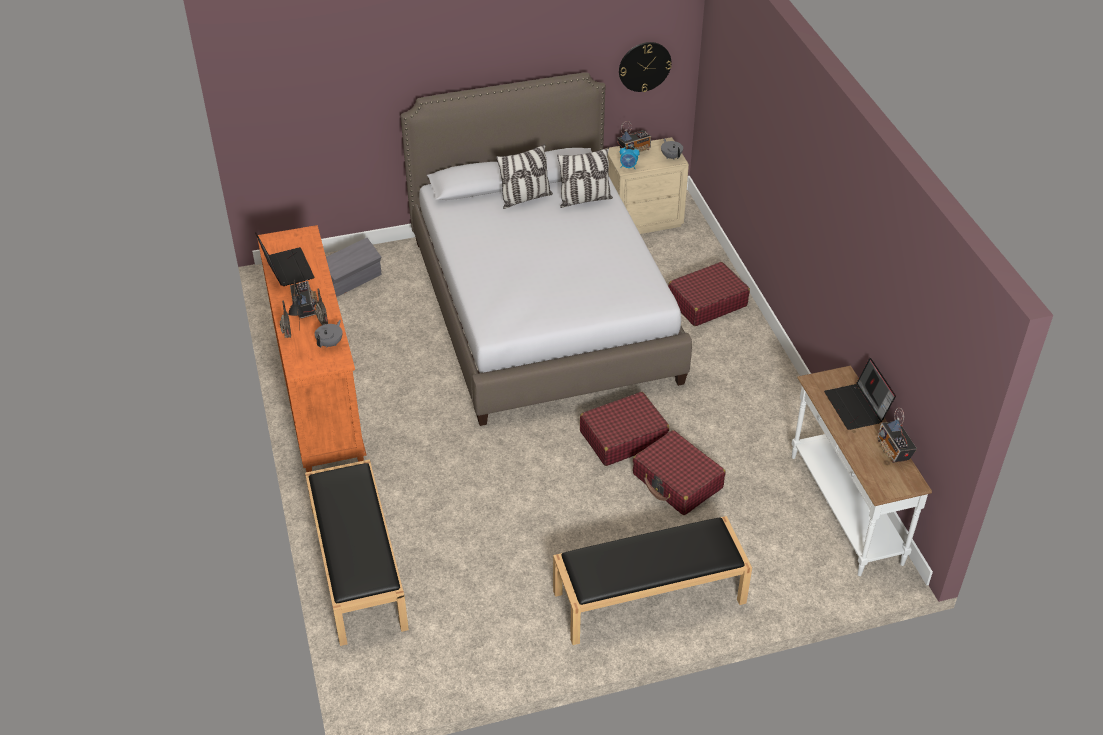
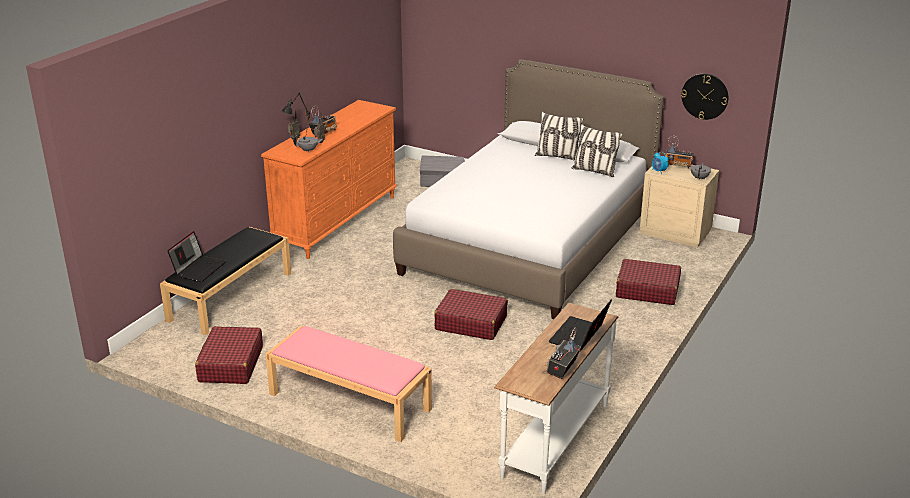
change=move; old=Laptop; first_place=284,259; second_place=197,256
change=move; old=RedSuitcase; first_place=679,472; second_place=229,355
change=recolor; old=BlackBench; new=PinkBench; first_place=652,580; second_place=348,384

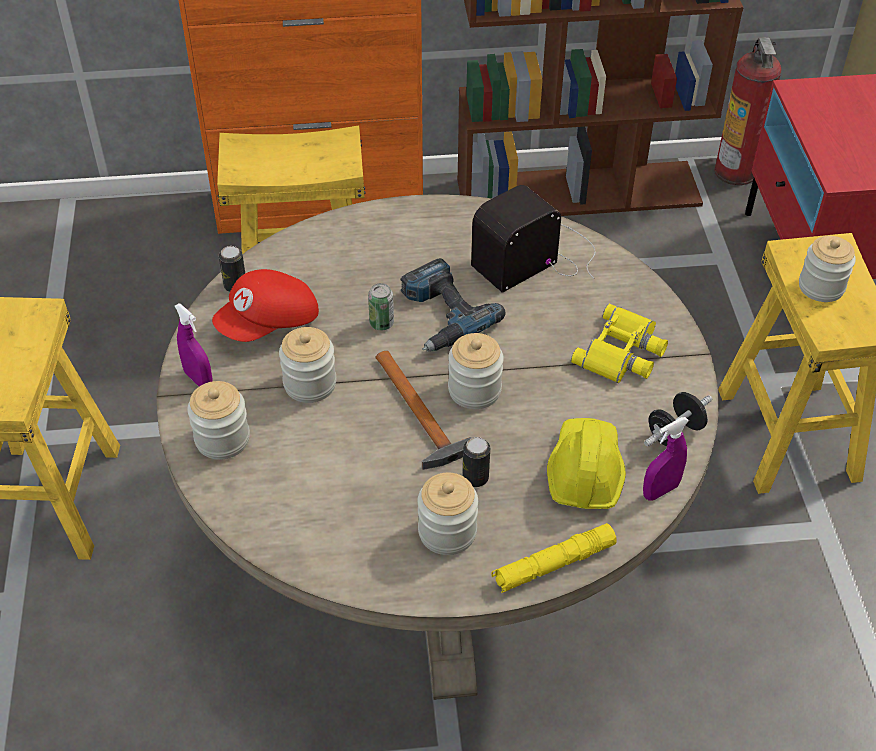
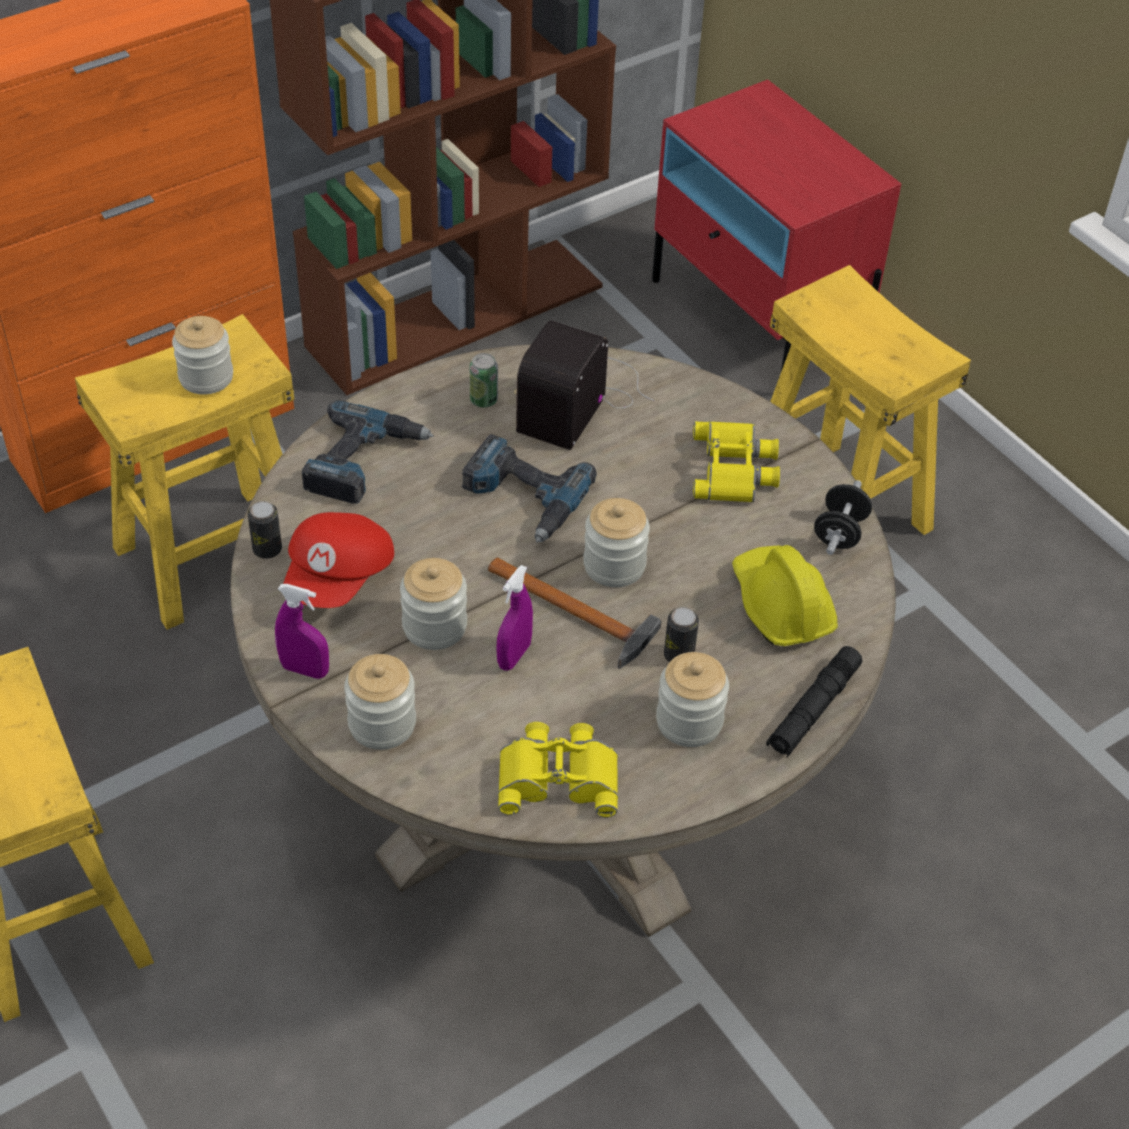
change=delete; old=FireExtinguisher; first_place=748,111
change=insert; new=PowerDrill; second_place=368,452
change=insert; new=YellowBinoculars; second_place=558,769
change=move; old=Can; first_place=381,306; second_place=484,380
change=move; old=PurpleSprayBottle; first_place=666,459; second_place=515,618
change=move; old=Jar; first_place=827,269; second_place=202,355
change=recolor; old=YellowFlashlight; new=BlackFlashlight; first_place=554,558; second_place=814,701

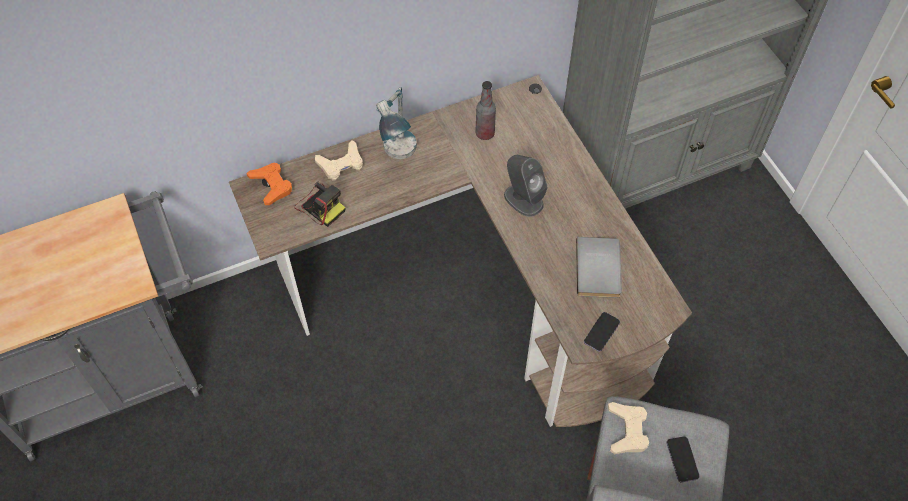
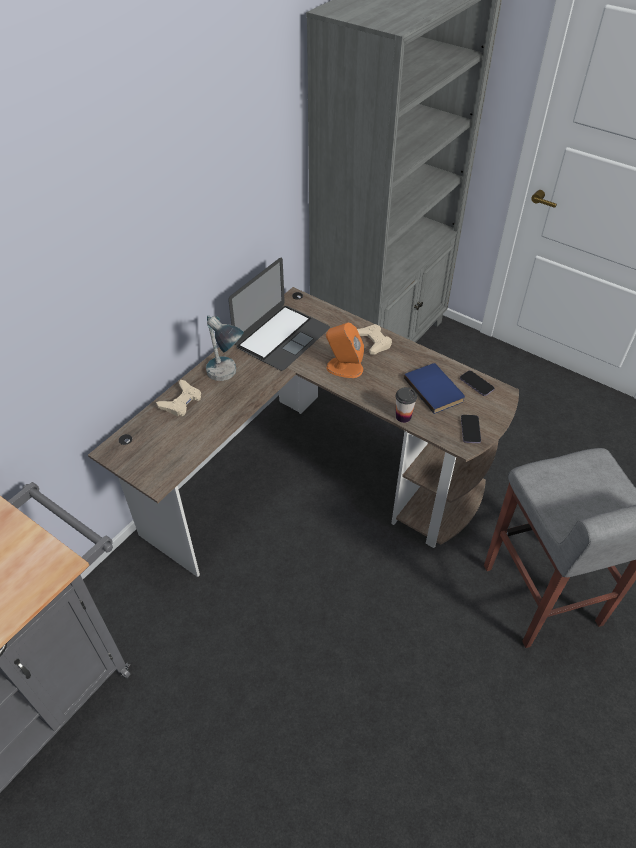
change=delete; old=OrangeGameController; first_place=269,183
change=delete; old=PhotoCamera; first_place=319,204
change=insert; new=Cup; second_place=406,405
change=move; old=BeigeGameController; first_place=628,428; second_place=374,339
change=move; old=Phone; first_place=683,459; second_place=477,383
change=replace; old=Bottle; new=Laptop; first_place=485,110; second_place=279,314
change=recolor; old=GreySpeaker; new=OrangeSpeaker; first_place=525,186; second_place=345,350
change=recolor; old=GreyBook; new=BlueBook; first_place=599,267; second_place=434,388

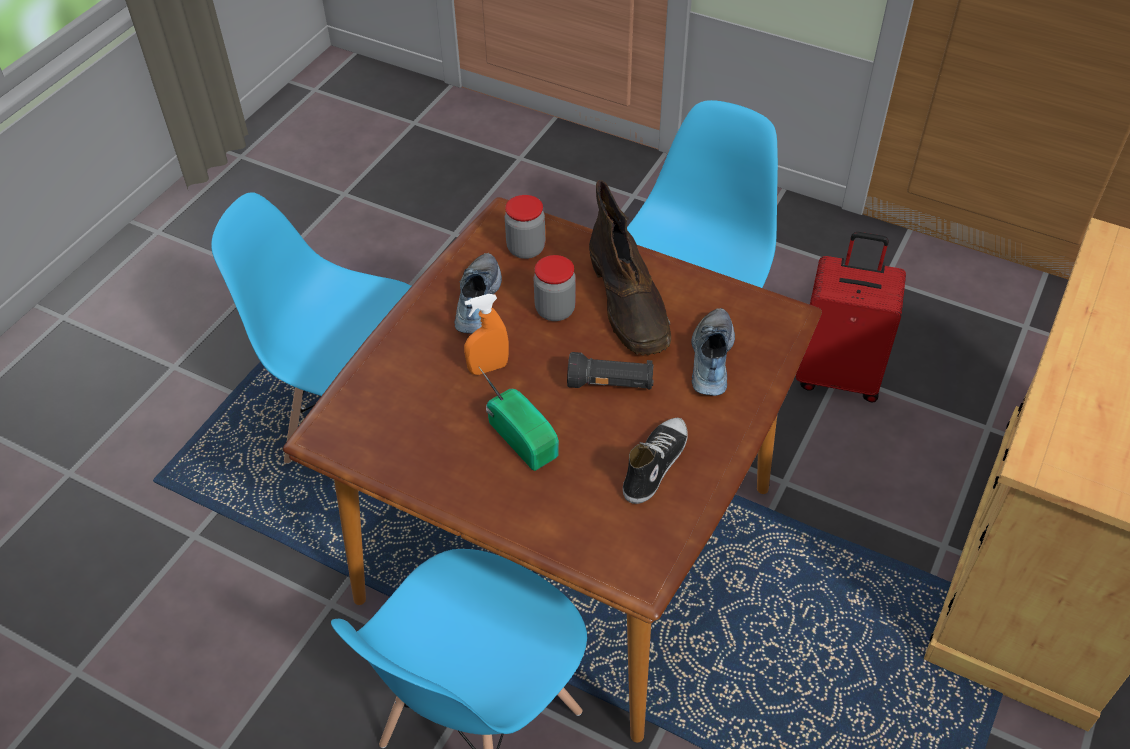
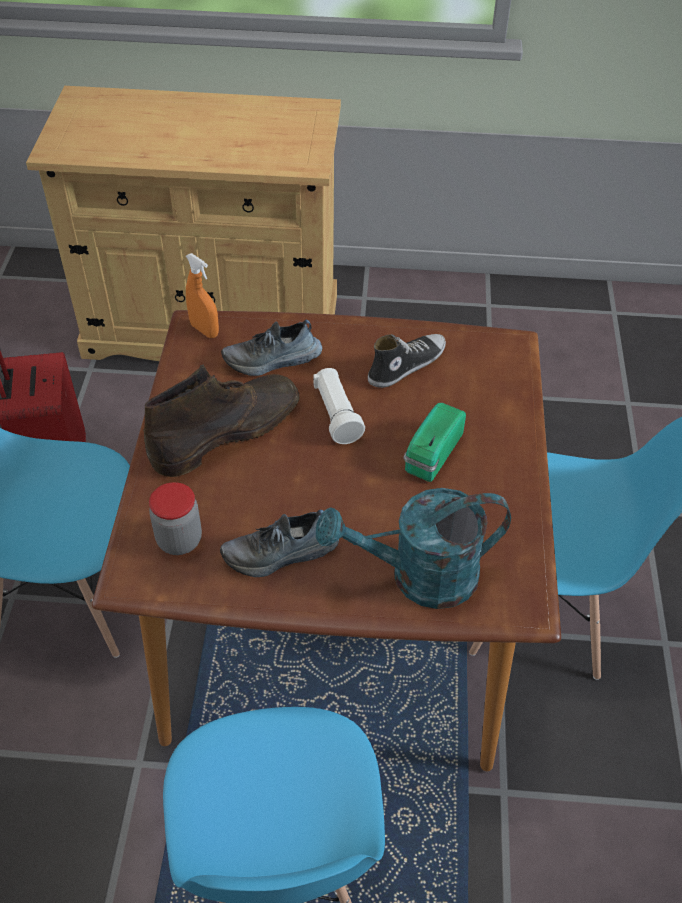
change=delete; old=Jar; first_place=555,288
change=insert; new=TurquoiseWateringCan; second_place=413,548
change=move; old=OrangeSprayBottle; first_place=486,334; second_place=202,295
change=recolor; old=BlackFlashlight; new=WhiteFlashlight; first_place=610,370; second_place=339,406
change=rotate; old=Shoe; first_place=655,461; second_place=407,361; degrees=135

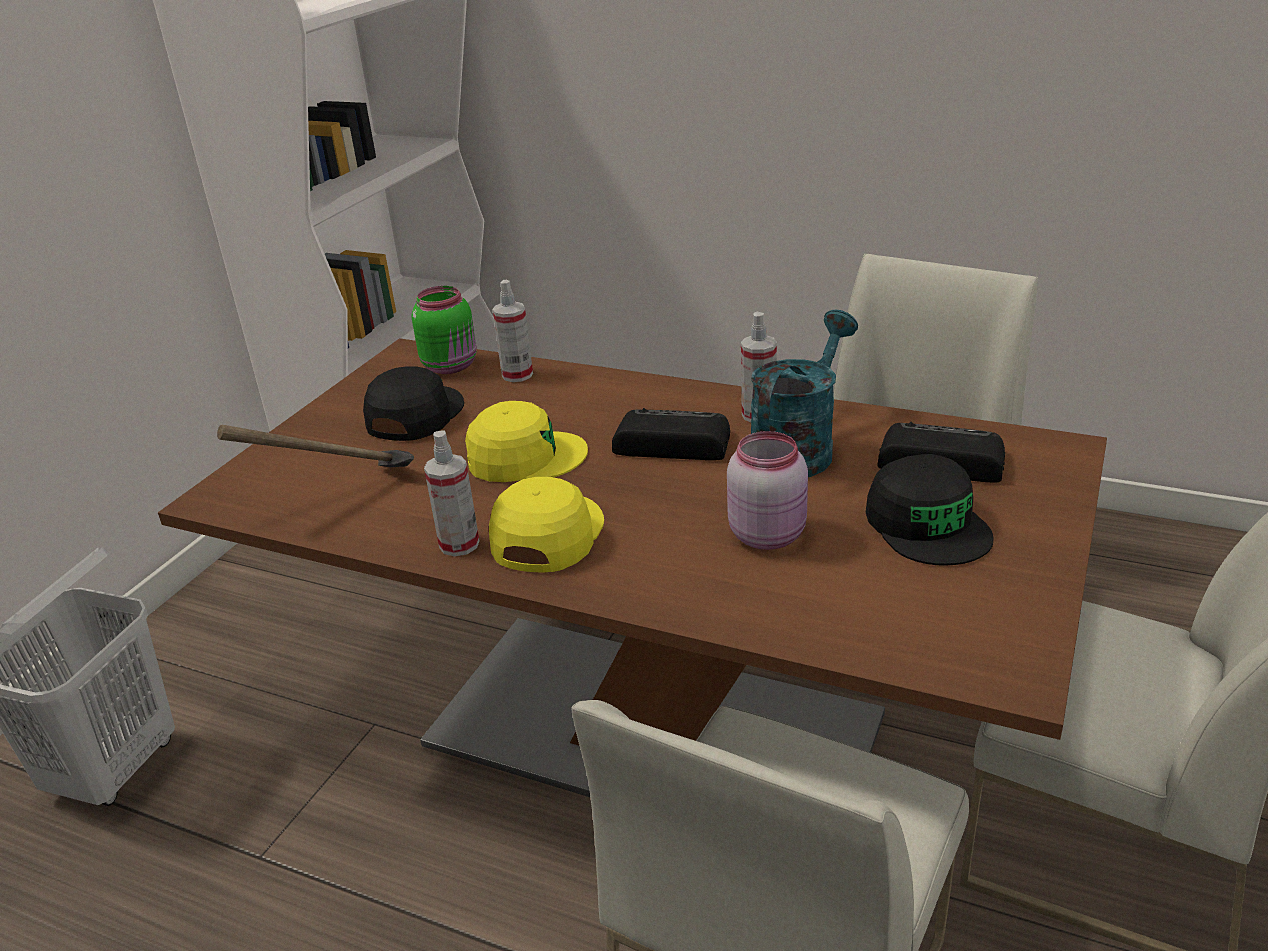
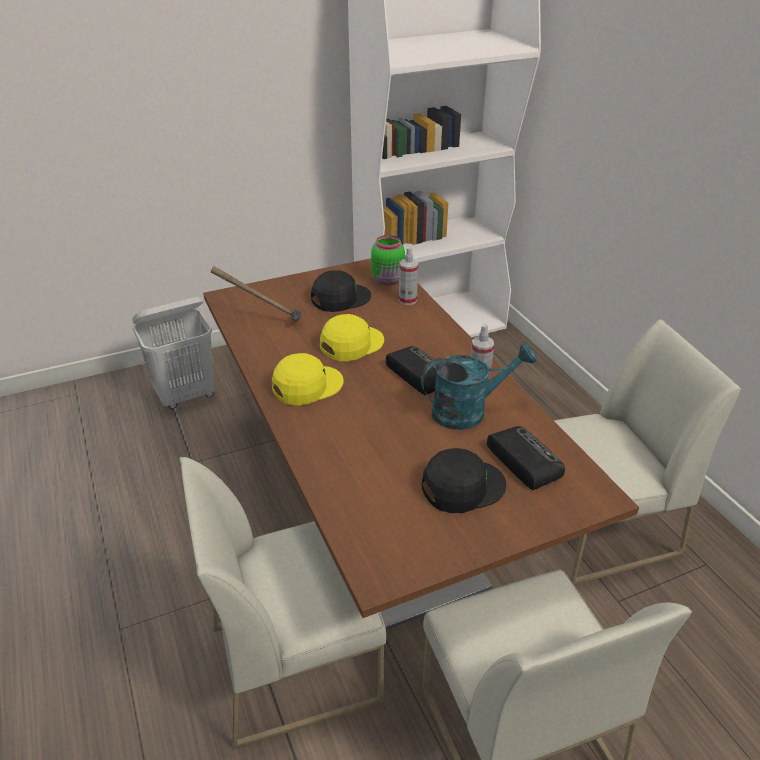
change=delete; old=SprayBottle; first_place=451,494
change=delete; old=PinkJar; first_place=767,490
change=rotate; old=YellowCap; first_place=526,441; second_place=352,337; degrees=-75
change=rotate; old=BlackCap; first_place=930,510; second_place=464,480; degrees=-135

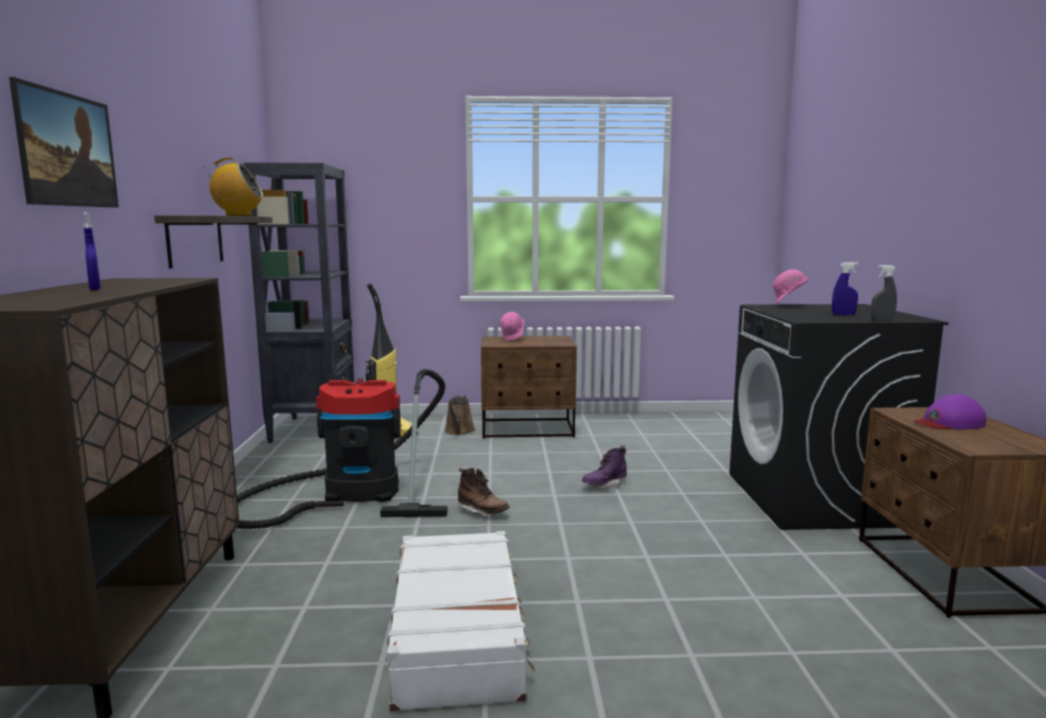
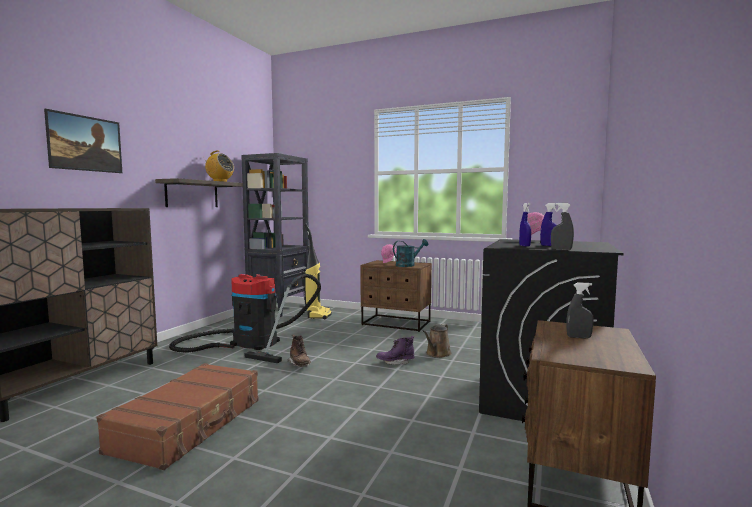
change=insert; new=TurquoiseWateringCan; second_place=410,253
change=move; old=BlueSprayBottle; first_place=92,250; second_place=525,225
change=move; old=BrownWateringCan; first_place=460,415; second_place=437,341
change=replace; old=PurpleCap; new=GreySprayBottle; first_place=950,412; second_place=580,310
change=recolor; old=WhiteSuitcase; new=BrownSuitcase; first_place=461,621; second_place=177,416

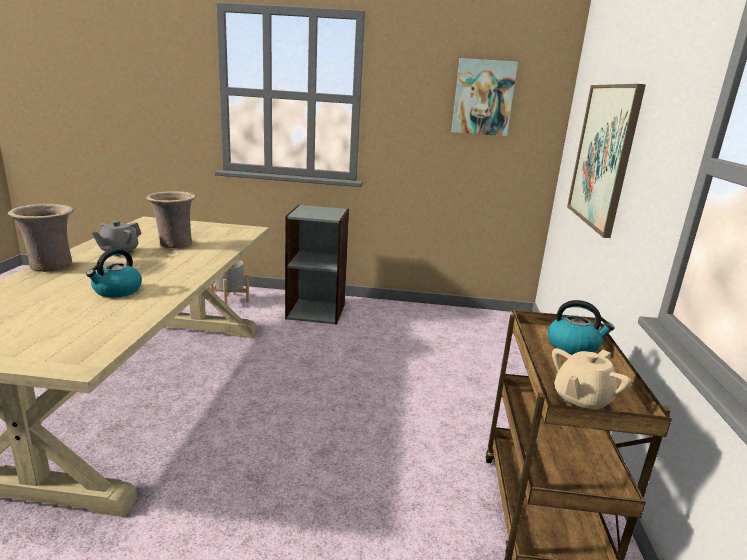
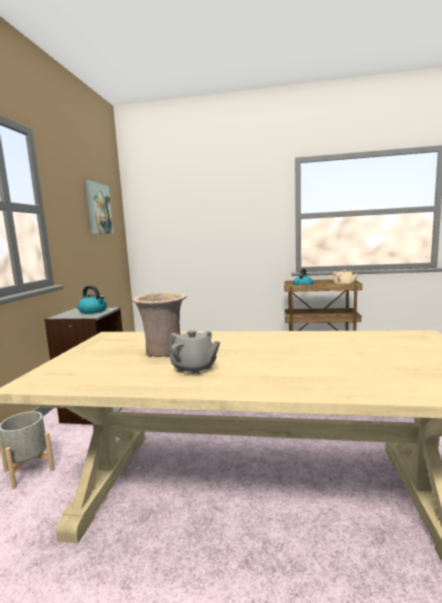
change=delete; old=BeigeVase; first_place=41,238
change=delete; old=Picture; first_place=606,161
change=move; old=Kettle; first_place=114,273; second_place=92,299

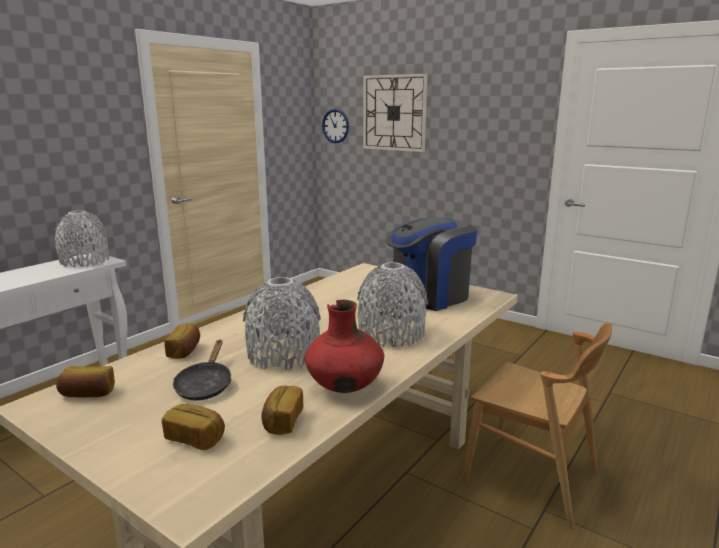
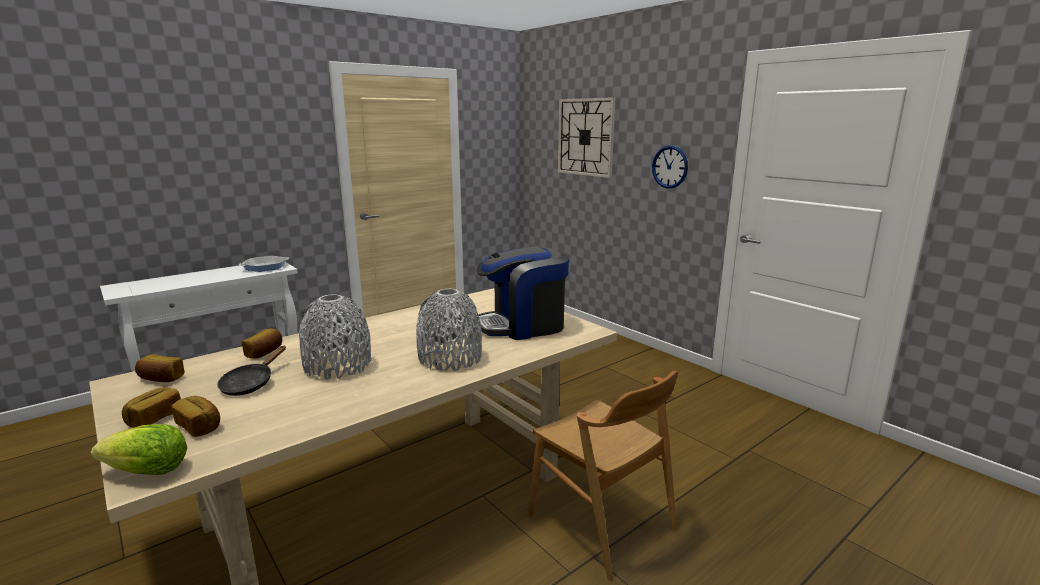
change=delete; old=RedVase; first_place=344,346
change=insert; new=Lettuce; second_place=139,449
change=move; old=Bread; first_place=282,410; second_place=151,407
change=move; old=WallClock; first_place=335,126; second_place=670,167
change=replace; old=GreyVase; new=FryingPan; first_place=81,239; second_place=264,264

